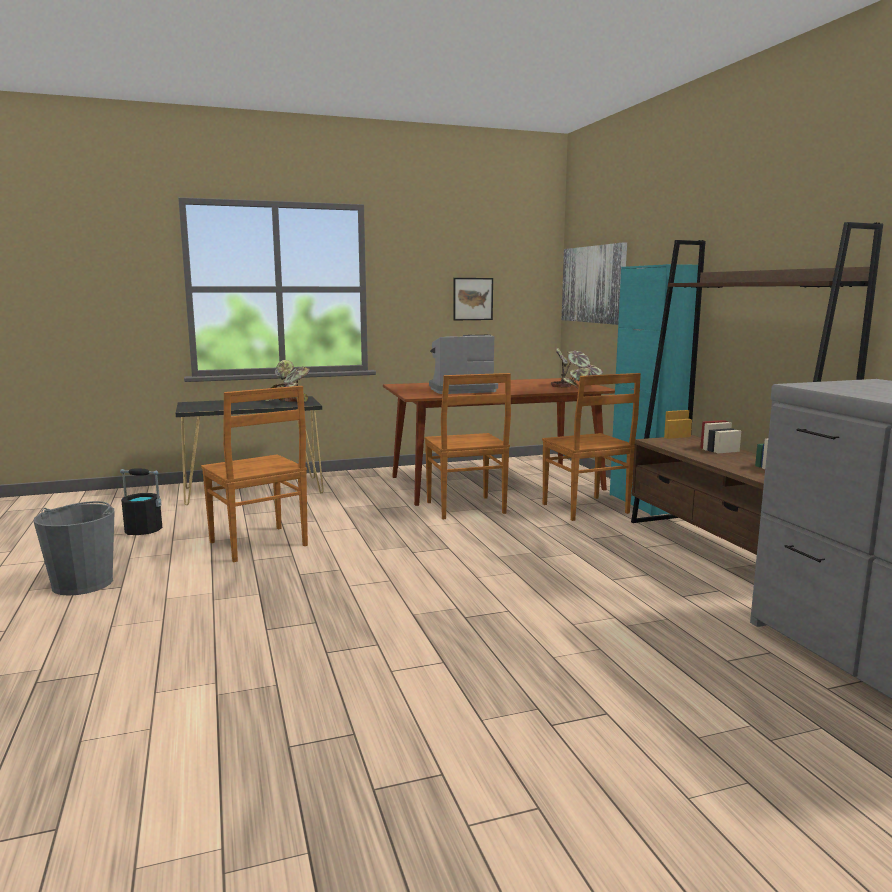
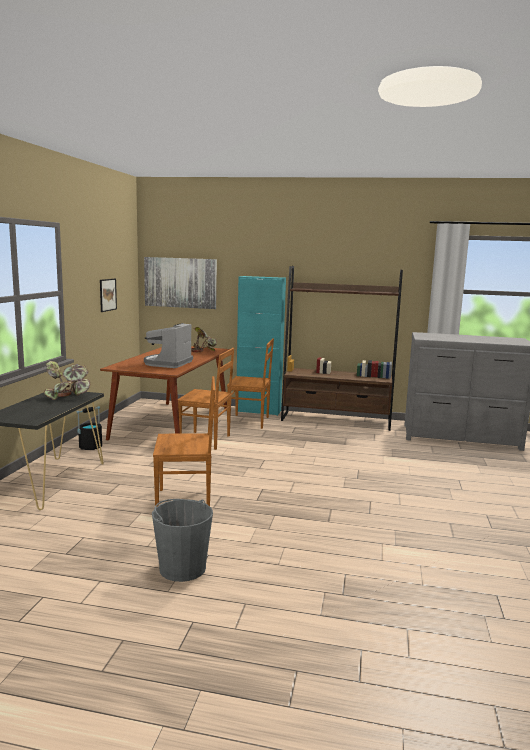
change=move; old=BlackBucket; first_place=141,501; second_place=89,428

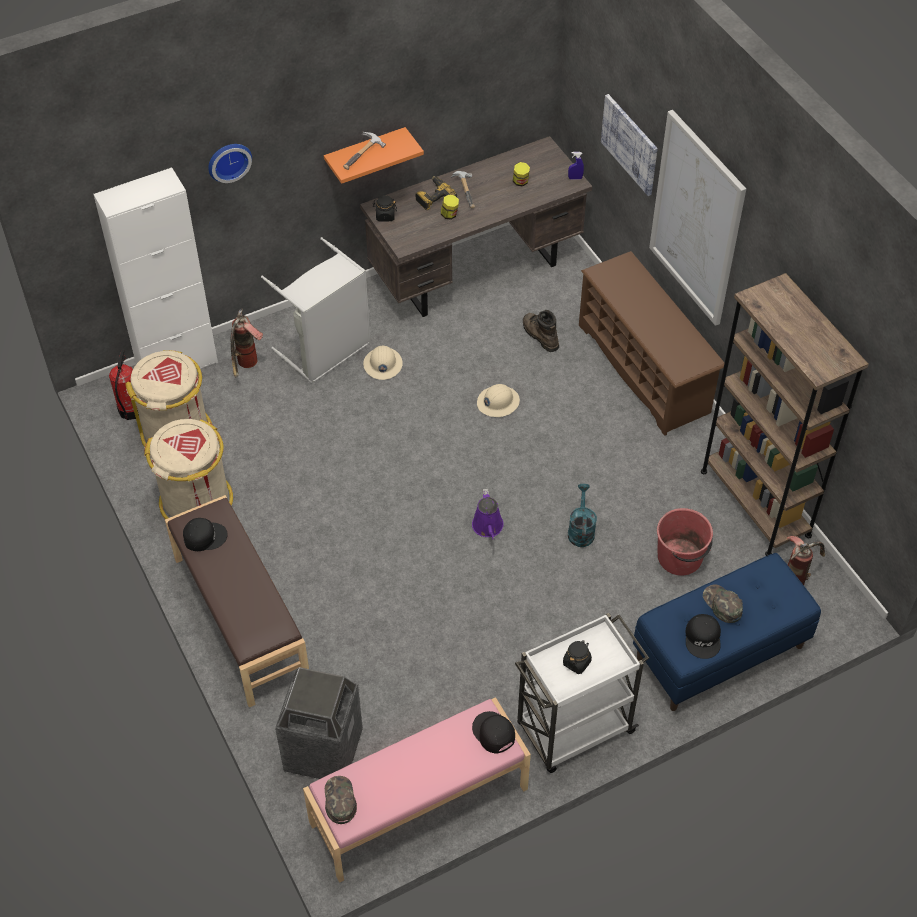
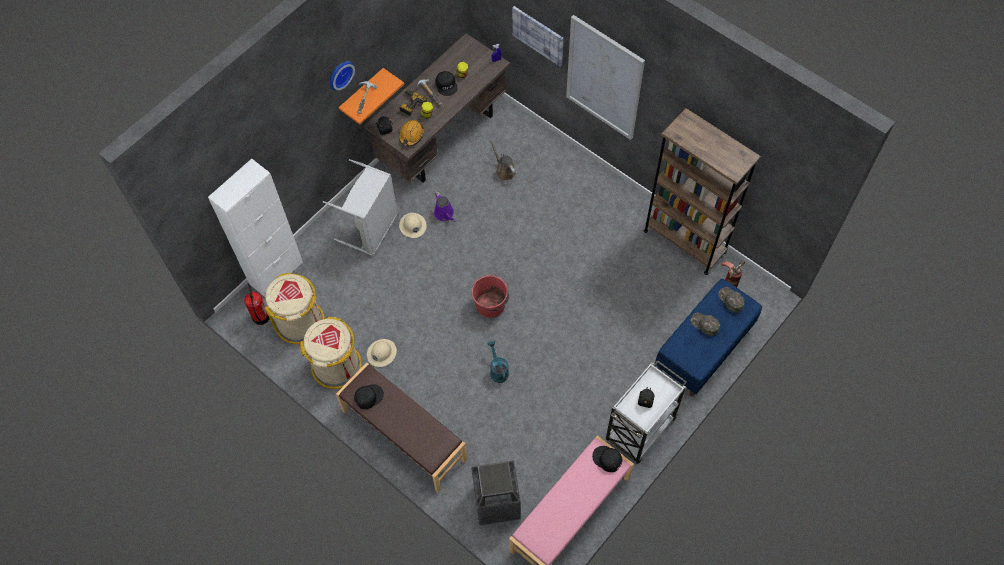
change=delete; old=FireExtinguisher; first_place=247,343
change=delete; old=BrownShoeRack; first_place=651,343
change=insert; new=OrangeHardHat; second_place=411,133
change=move; old=WallClock; first_place=230,163; second_place=342,76
change=move; old=GreenCap; first_place=341,800; second_place=731,299
change=move; old=PurpleWateringCan; first_place=488,514; second_place=445,206
change=move; old=BeigeHardHat; first_place=498,400; second_place=382,353
change=move; old=TurquoiseWateringCan; first_place=582,515; second_place=498,362
change=move; old=RedBucket; first_place=685,541; second_place=490,296
change=move; old=BlackCap; first_place=703,636; second_place=446,83
change=replace; old=BrownBoot; new=BrownWateringCan; first_place=541,331; second_place=502,160

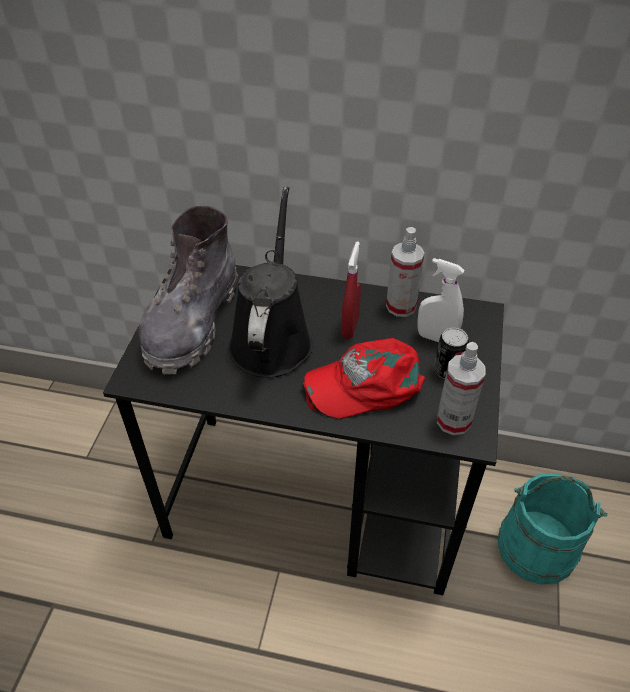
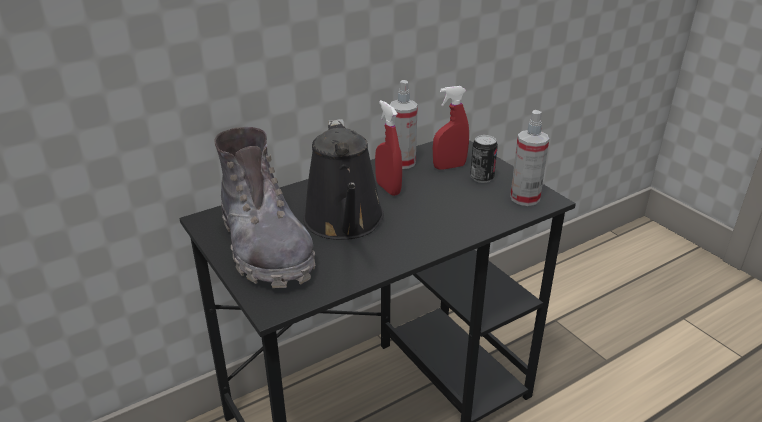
change=delete; old=RedCap; first_place=363,378
change=delete; old=TurquoiseBucket; first_place=552,528
change=recolor; old=WhiteSprayBottle; new=RedSprayBottle; first_place=441,300; second_place=451,128
change=rotate; old=BlackWateringCan; first_place=270,282; second_place=343,179; degrees=-150

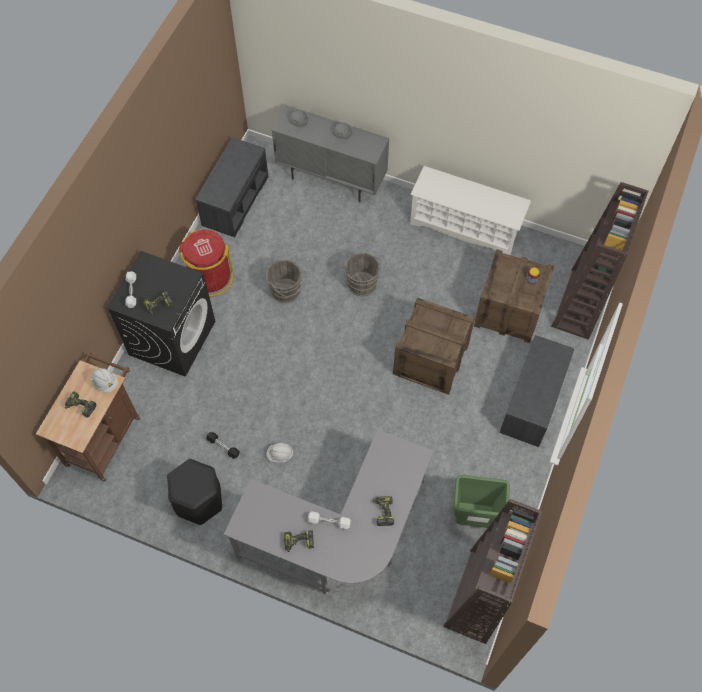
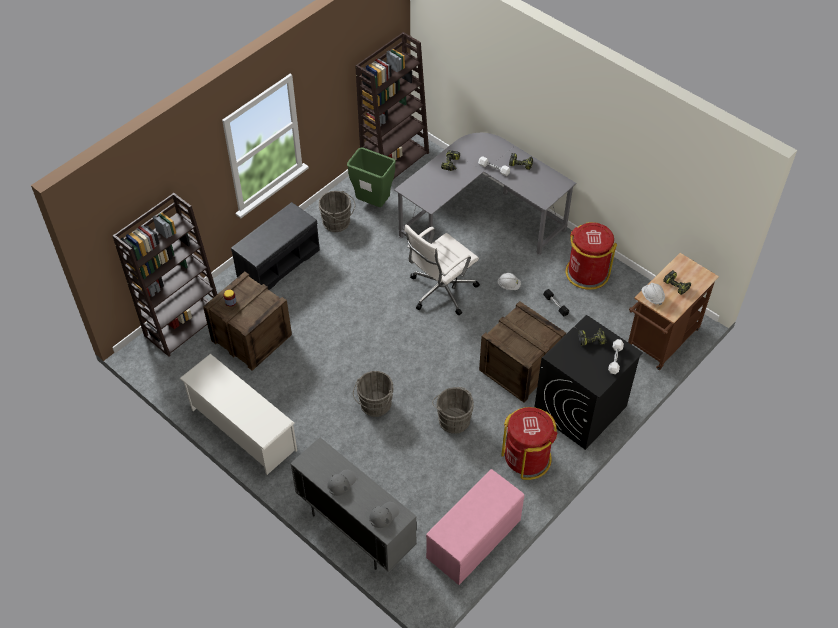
change=insert; new=GreyBucket; second_place=337,211
change=insert; new=WhiteOfficeChair; second_place=442,269
change=move; old=Crate; first_place=434,346; second_place=522,351
change=replace; old=BlackStool; new=RedTrashCan; first_place=194,492; second_place=591,256
change=recolor; old=GreyBench; new=PinkBench; first_place=232,187; second_place=475,527

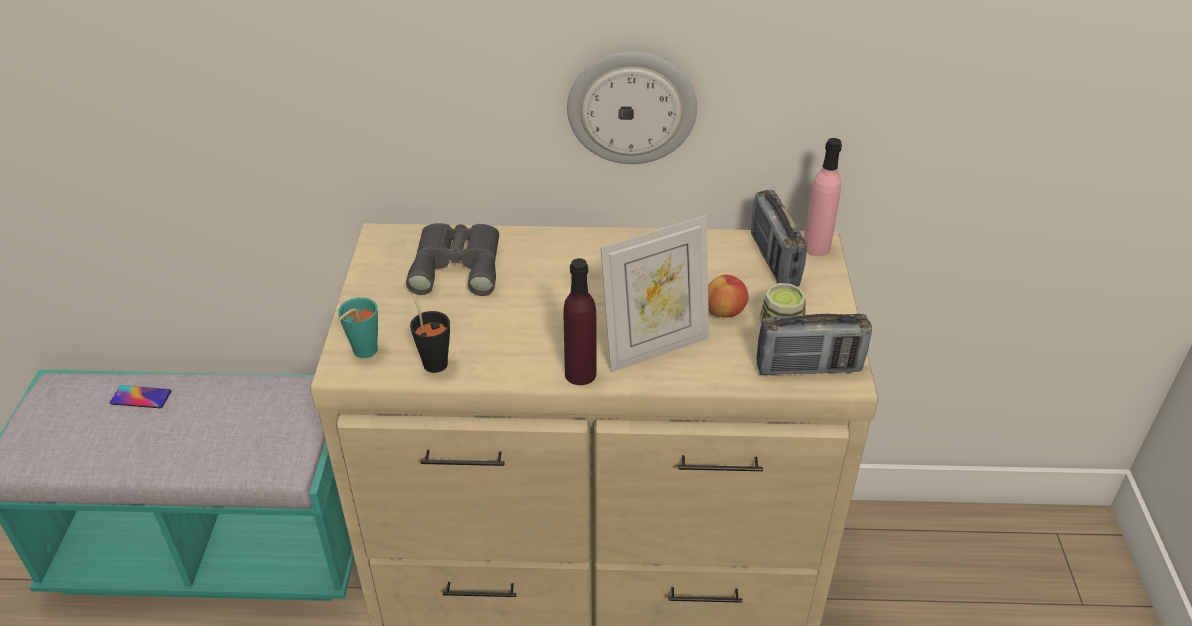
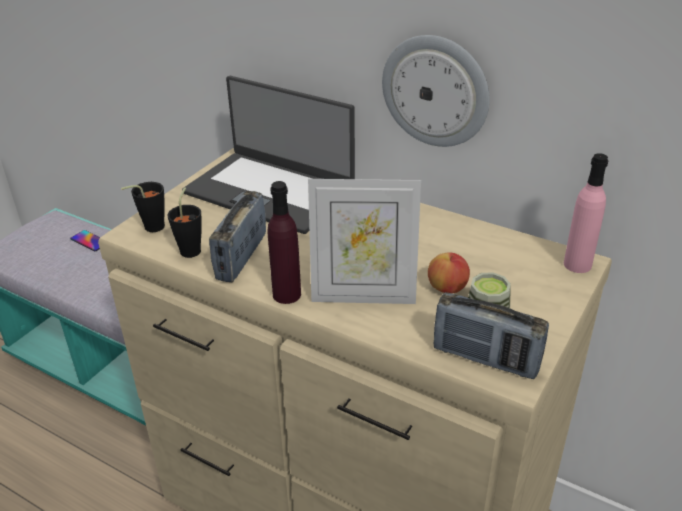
change=move; old=Radio; first_place=779,238; second_place=237,236
change=replace; old=GreyBinoculars; new=Laptop; first_place=452,259; second_place=268,155
change=recolor; old=TurquoiseCup; new=BlackCup; first_place=358,327; second_place=143,207

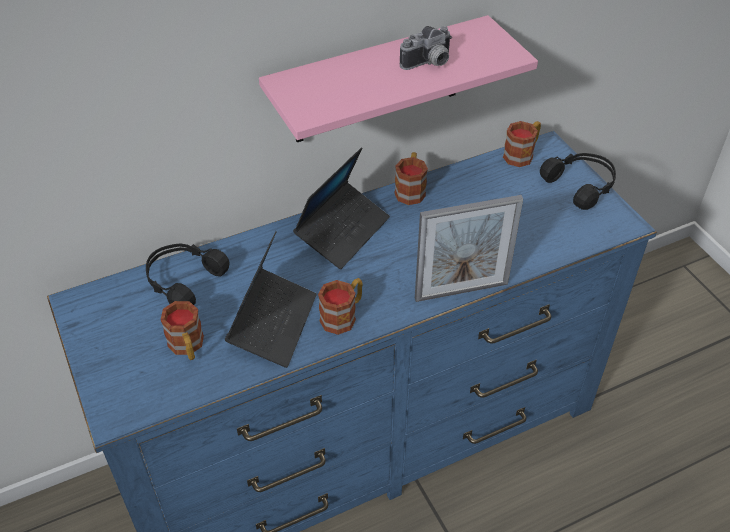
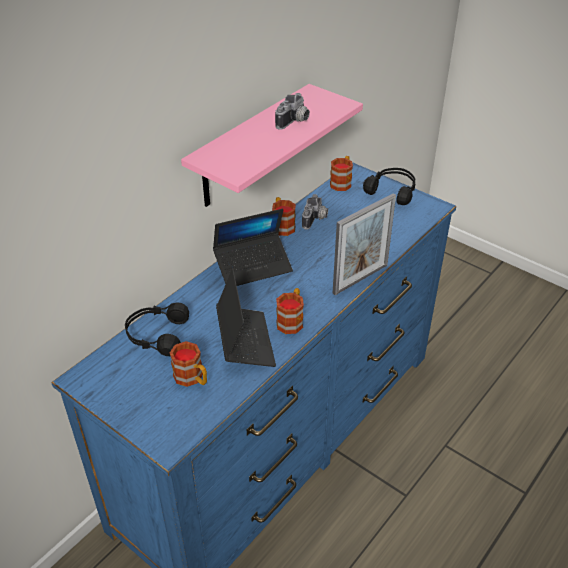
change=insert; new=PhotoCamera; second_place=315,211
change=rotate; old=Laptop; first_place=341,208; second_place=253,247; degrees=60

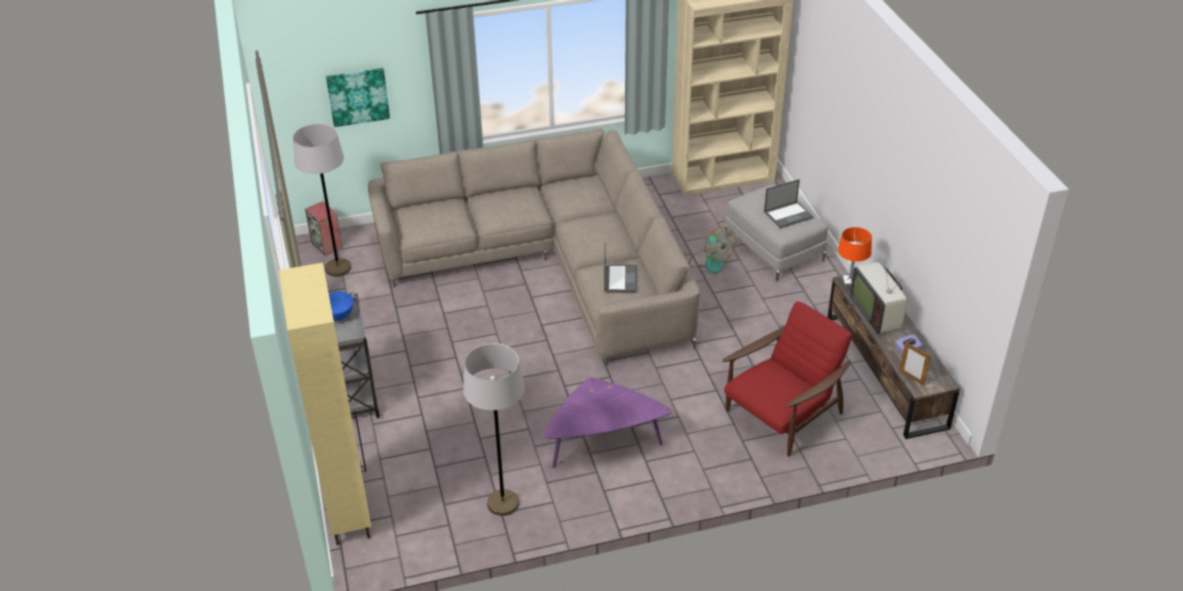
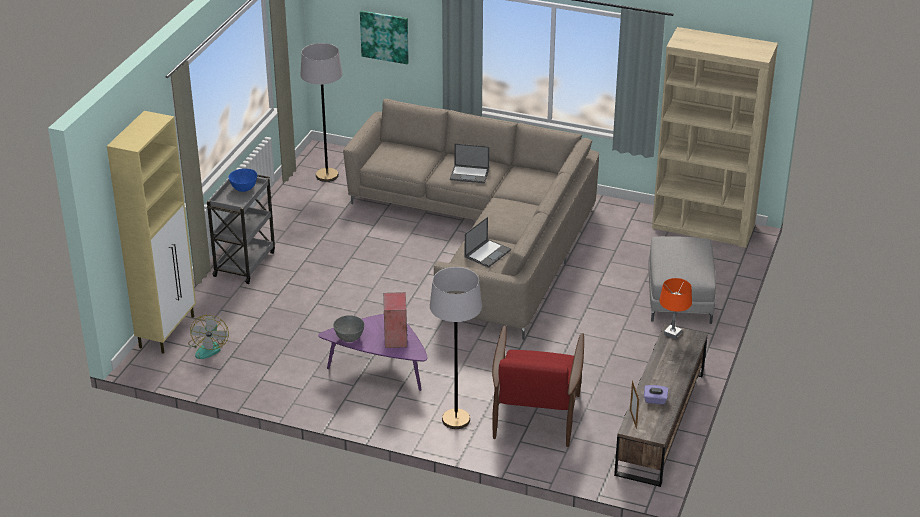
change=delete; old=Television; first_place=878,295
change=insert; new=GreyBowl; second_place=348,328
change=move; old=Speaker; first_place=324,228; second_place=395,320
change=move; old=GreyFloorLamp; first_place=493,429; second_place=456,348
change=move; old=Fan; first_place=712,250; second_place=208,337
change=move; old=Laptop; first_place=788,203; second_place=470,163
change=rotate; old=RedArmchair; first_place=787,378; second_place=538,386; degrees=105

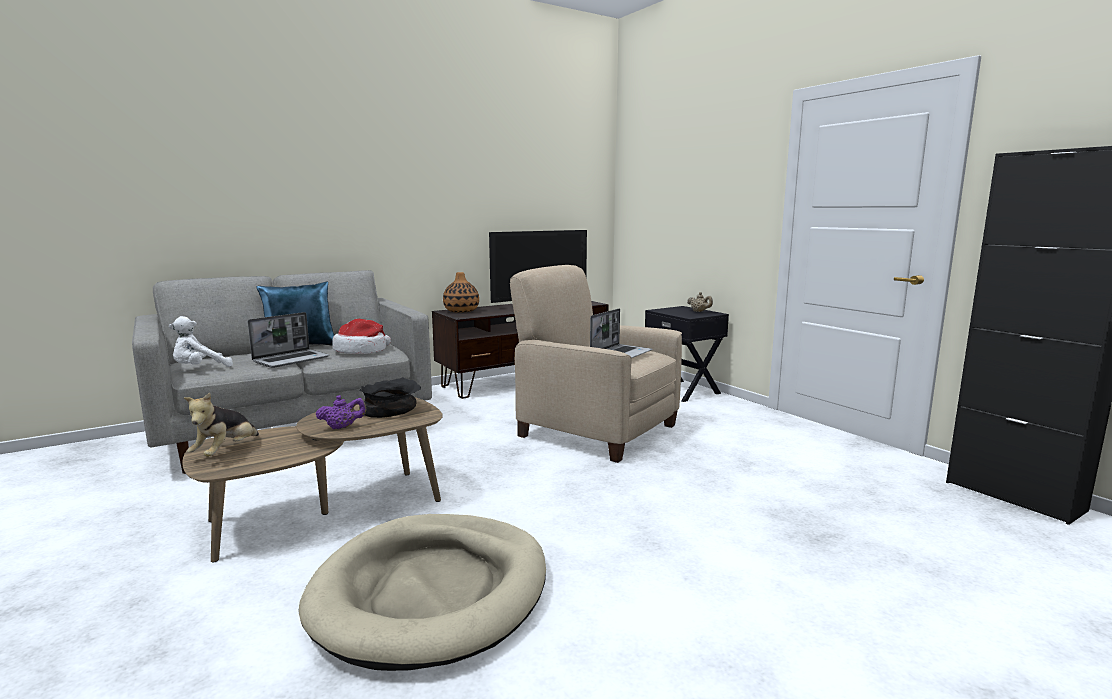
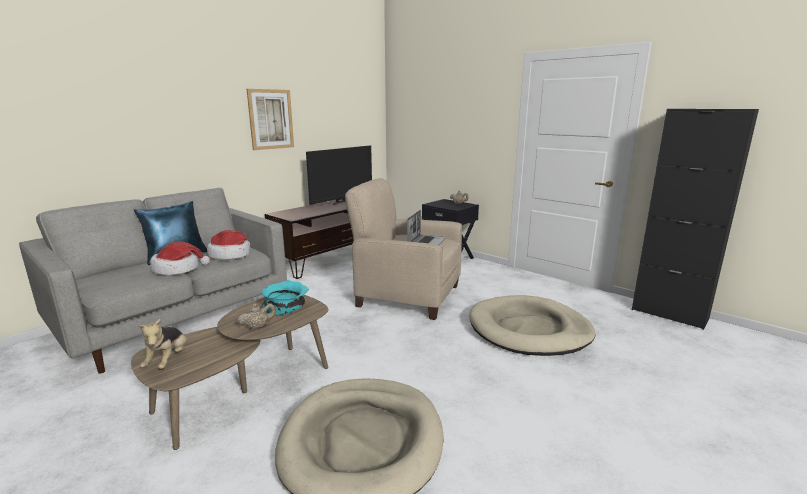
change=delete; old=WhitePlushToy; first_place=201,341
change=delete; old=Vase; first_place=461,292
change=insert; new=Picture; second_place=270,119
change=insert; new=BeigeDogBed; second_place=532,325
change=replace; old=Laptop; new=Hat; first_place=289,340; second_place=180,258
change=recolor; old=PurpleTeapot; new=BeigeTeapot; first_place=341,412; second_place=257,316
change=recolor; old=BlackBowl; new=TurquoiseBowl; first_place=390,397; second_place=285,297

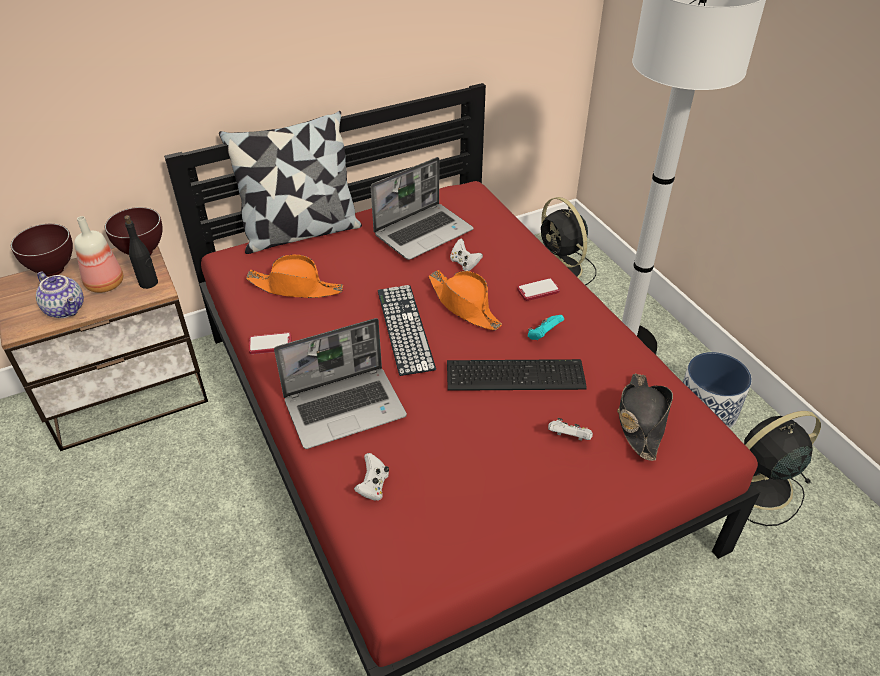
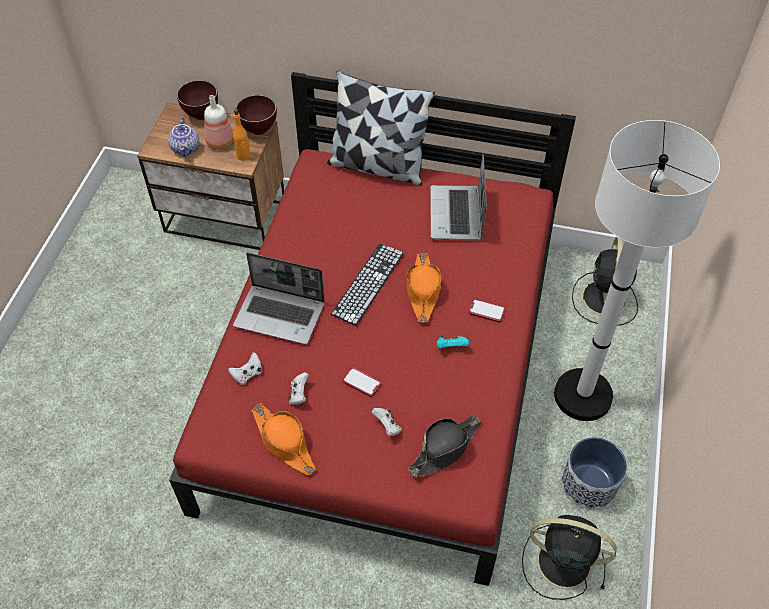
change=delete; old=Keyboard; first_place=517,375
change=move; old=OrangeHat; first_place=294,276; second_place=283,439
change=move; old=Phone; first_place=270,343; second_place=362,382
change=move; old=WhiteGameController; first_place=466,254; second_place=298,388
change=recolor; old=BlackBottle; new=OrangeBottle; first_place=141,252; second_place=242,135
change=rotate; old=Laptop; first_place=422,208; second_place=458,197; degrees=90

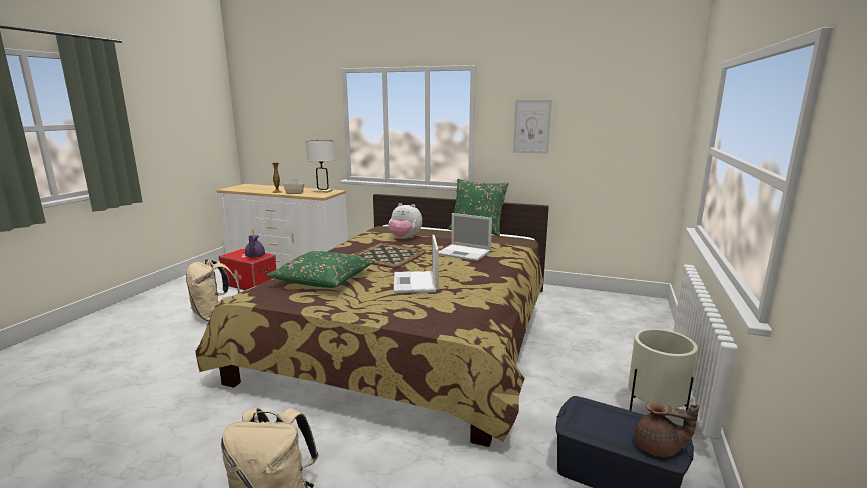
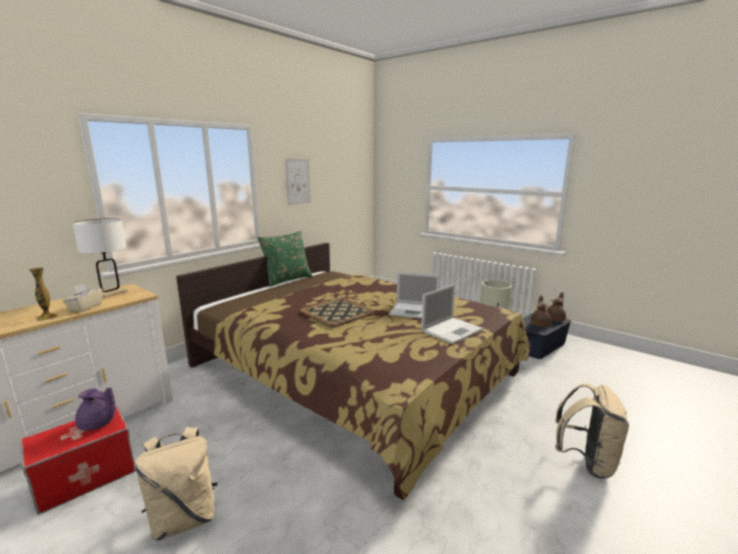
change=delete; old=GreenPillow; first_place=320,269
change=delete; old=PlushToy; first_place=405,220
change=insert; new=BrownTeapot; second_place=540,311
change=move; old=Laptop; first_place=465,237; second_place=452,314

